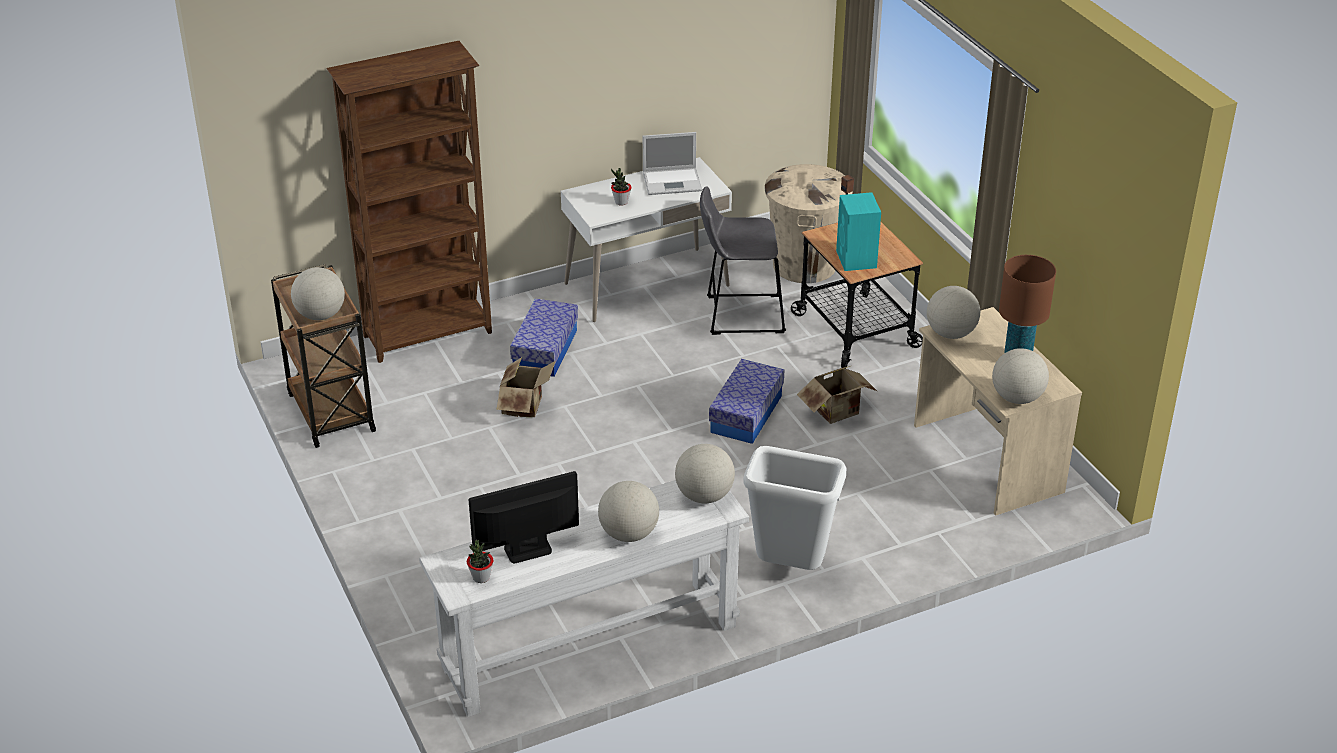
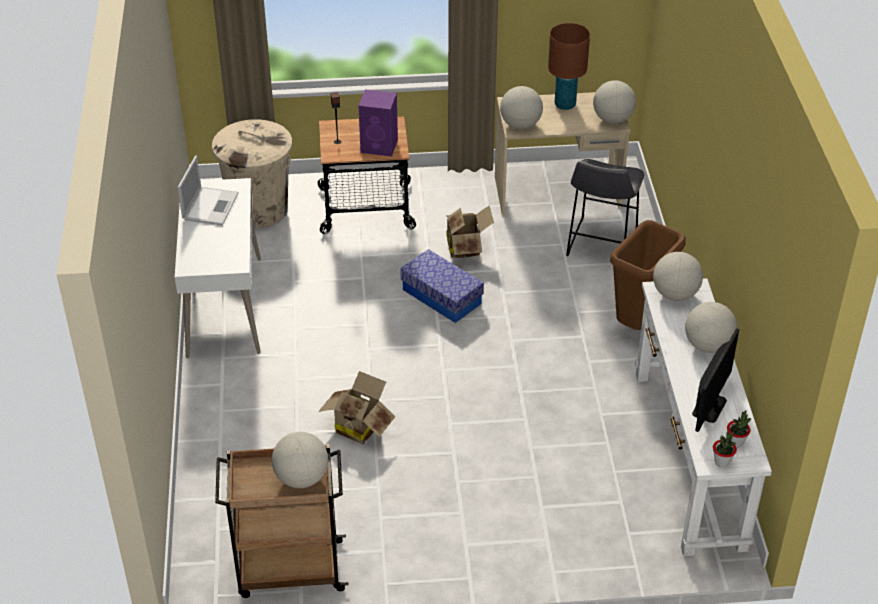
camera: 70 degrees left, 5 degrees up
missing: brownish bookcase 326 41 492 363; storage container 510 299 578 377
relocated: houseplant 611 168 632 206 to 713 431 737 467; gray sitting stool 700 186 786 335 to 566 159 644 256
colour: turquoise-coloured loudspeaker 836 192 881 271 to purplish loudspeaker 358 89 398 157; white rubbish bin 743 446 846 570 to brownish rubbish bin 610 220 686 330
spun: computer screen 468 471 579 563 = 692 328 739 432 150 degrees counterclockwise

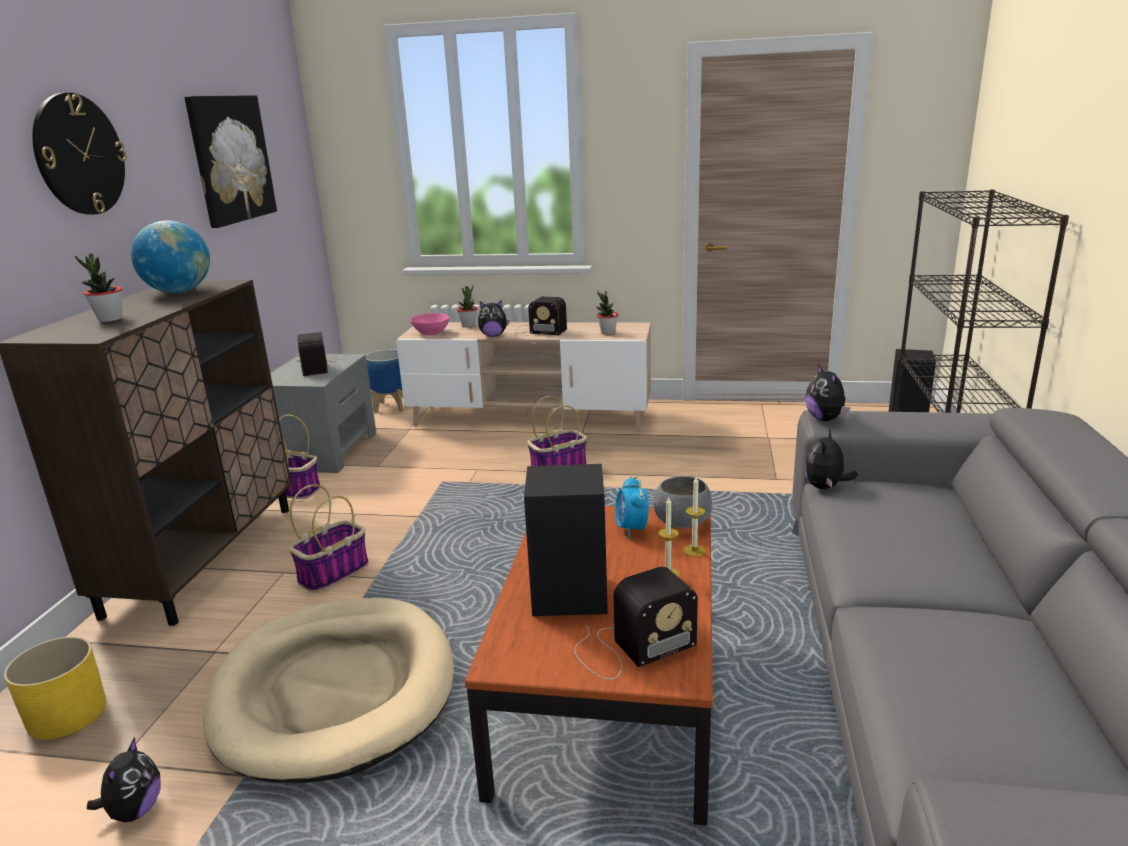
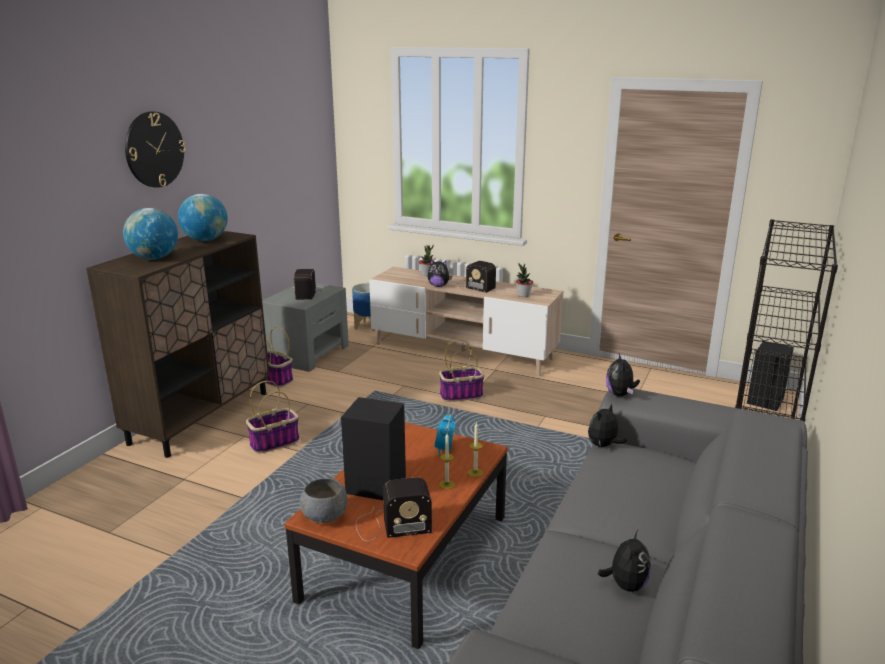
camera: 15 degrees right, 0 degrees up
missing: wall art 184 95 277 228; pink deep dish 410 313 449 335; beige dog bed 203 598 454 783; yellow plant pot 4 637 106 740
relocated: gray deep dish 654 476 712 528 to 299 478 347 523; plush toy 87 737 160 822 to 598 530 651 592
exchanged: houseplant 75 253 122 322 to desk globe 123 208 178 260

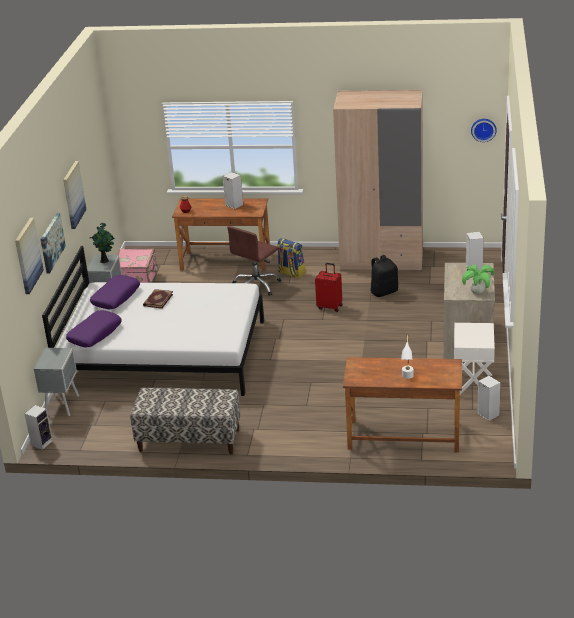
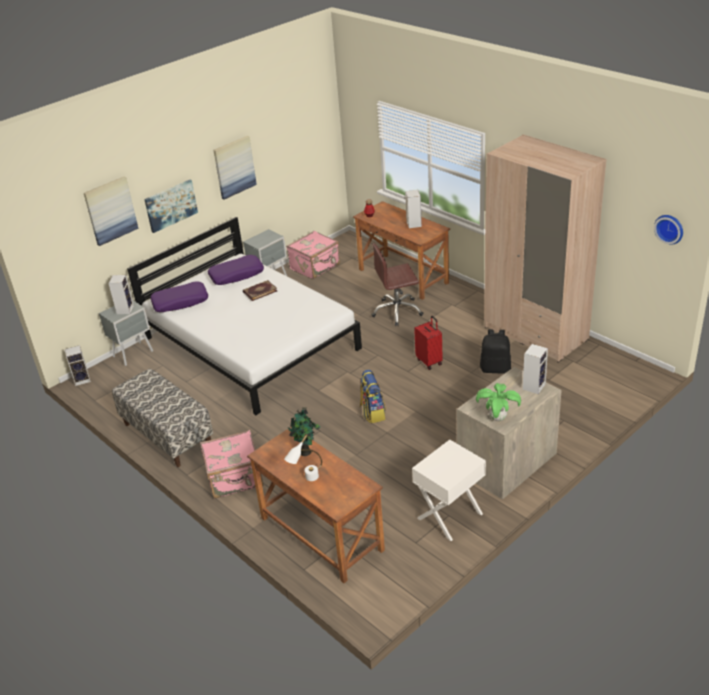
camera: 40 degrees right, 5 degrees up
appeared: pink piece of luggage 200 430 263 499
relocated: houseplant 90 223 115 263 to 288 408 320 456; backpack 277 238 305 278 to 360 370 386 423; loudspeaker 477 376 501 421 to 108 275 134 314

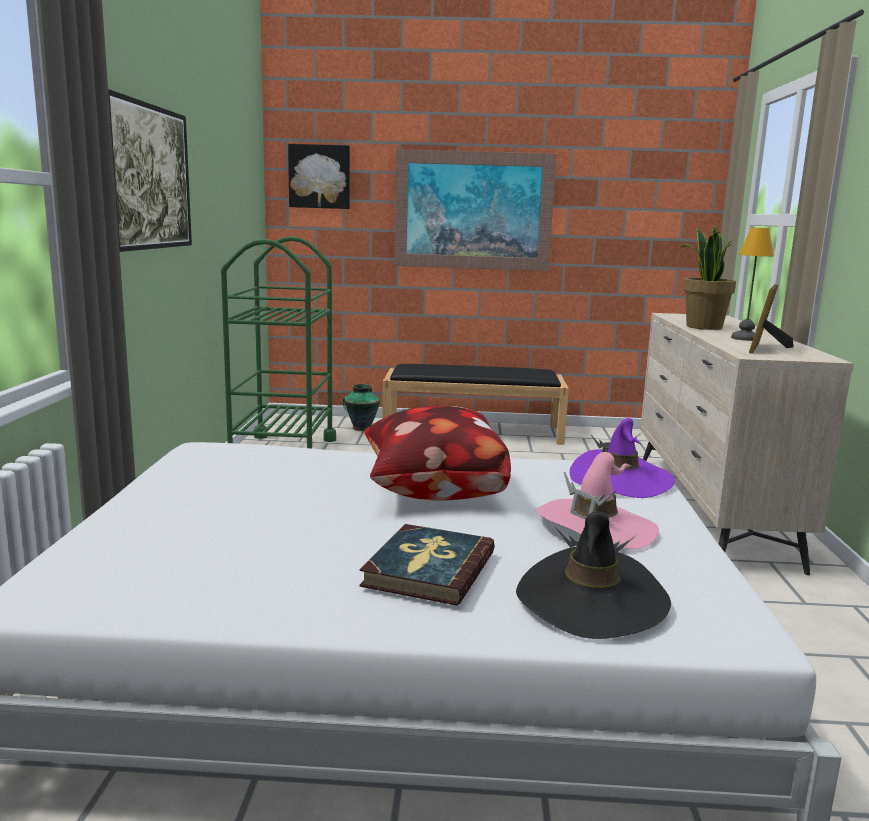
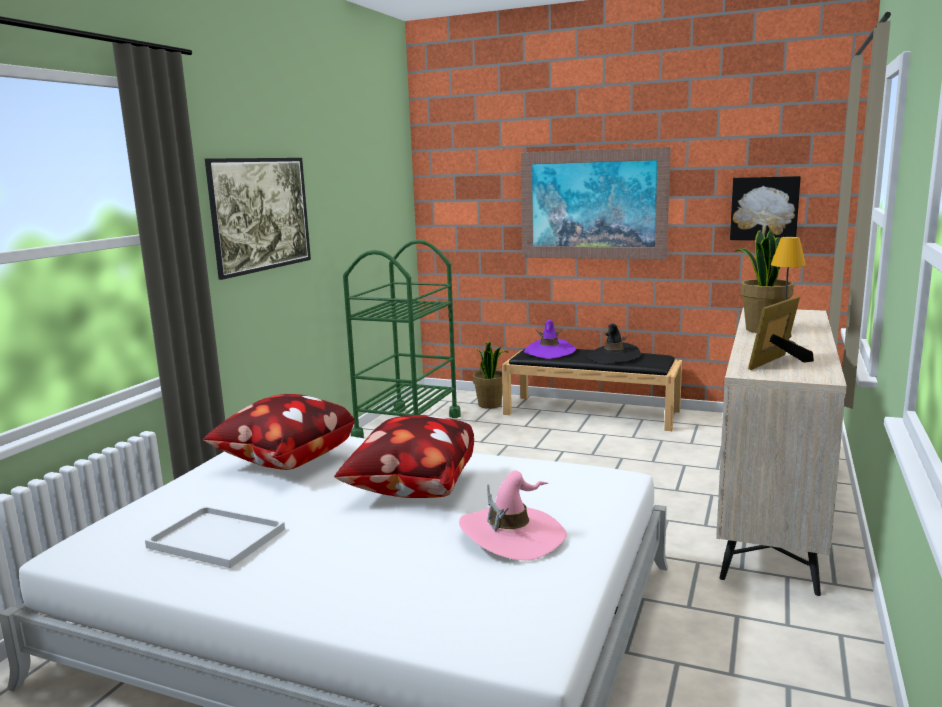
camera: 20 degrees right, 0 degrees up
missing: bound book 359 524 495 606
appeared: pillow 203 394 355 470; white carrying tray 145 506 285 568
relocated: wall art 288 144 350 209 to 730 176 801 240; purplish clothing hat 570 418 675 498 to 524 320 576 359; black-coloured clothing hat 516 511 671 639 to 586 323 641 363
exchanged: flower vase 342 384 380 431 to houseplant 473 342 509 409

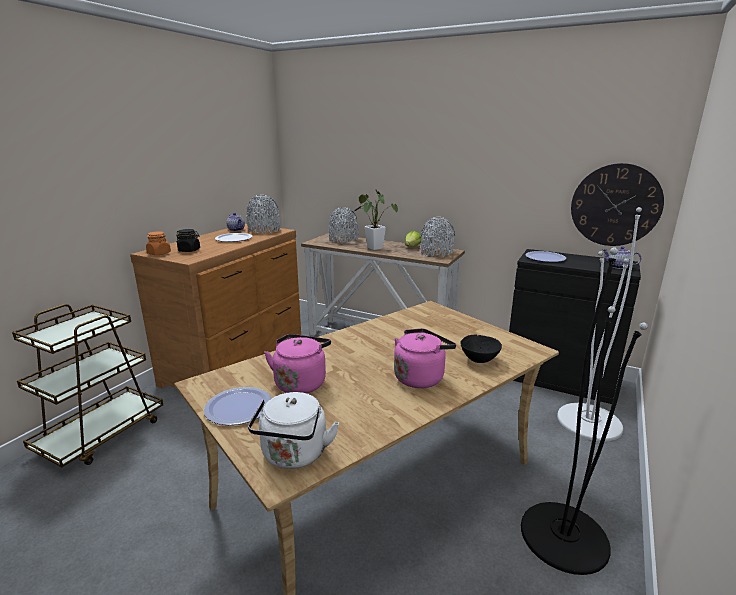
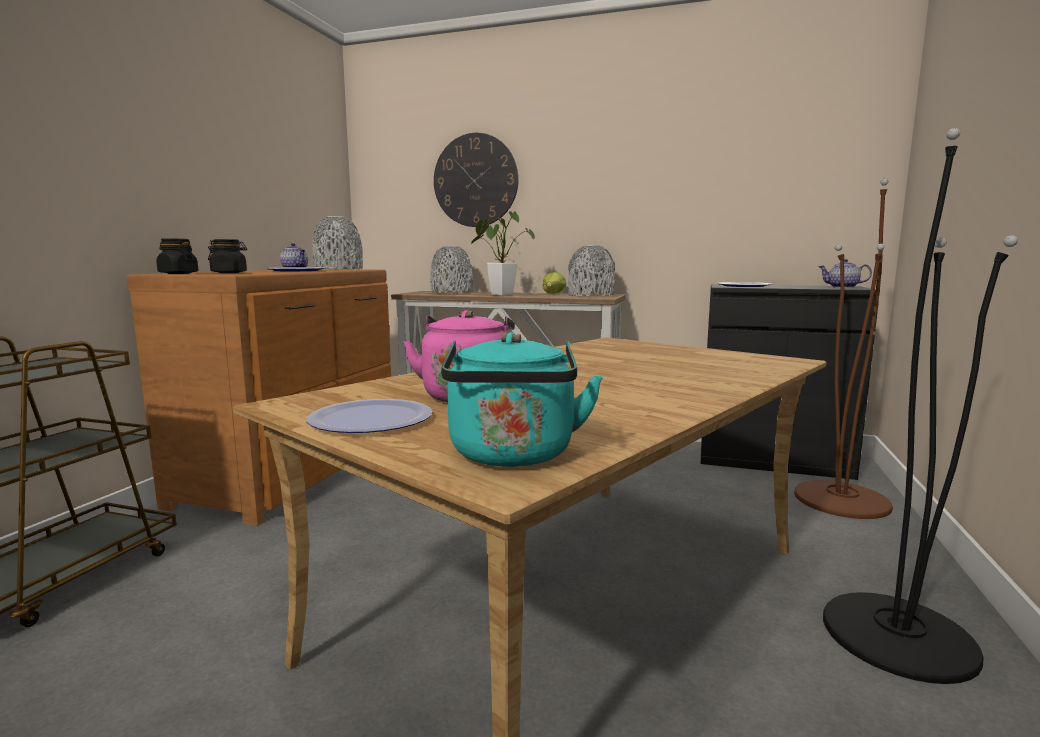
camera: 10 degrees left, 10 degrees down
missing: pink water kettle 394 328 456 388; black-coloured deep dish 460 334 502 363
relocated: hanging clock 571 163 664 246 to 434 133 519 227
colour: white standard lamp 557 207 642 441 to brownish standard lamp 794 178 893 519; orange preserve jar 146 231 171 255 to black-coloured preserve jar 156 239 198 274; white water kettle 248 392 339 469 to turquoise-coloured water kettle 441 332 603 467

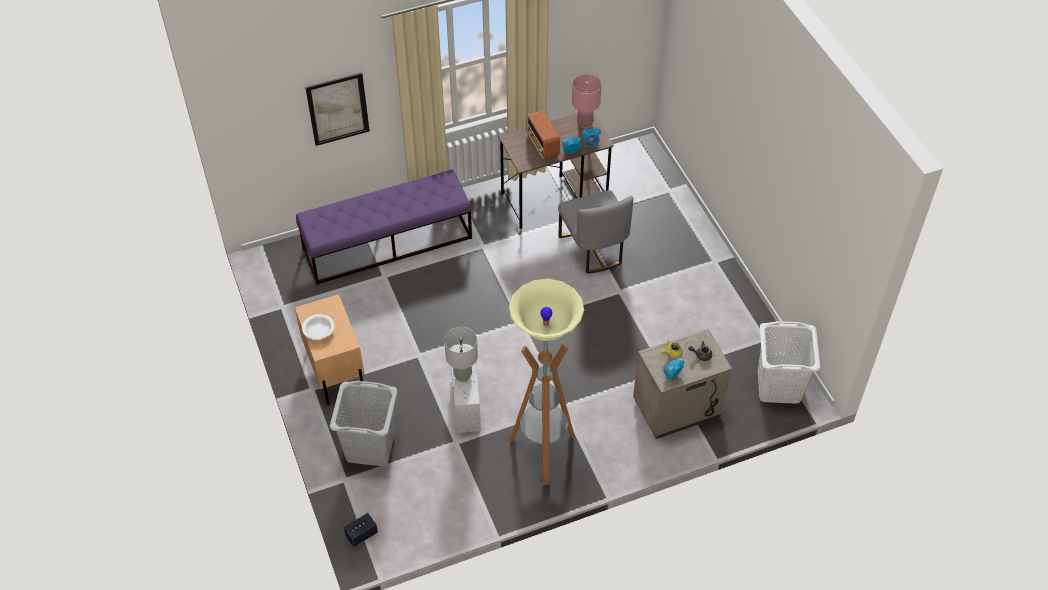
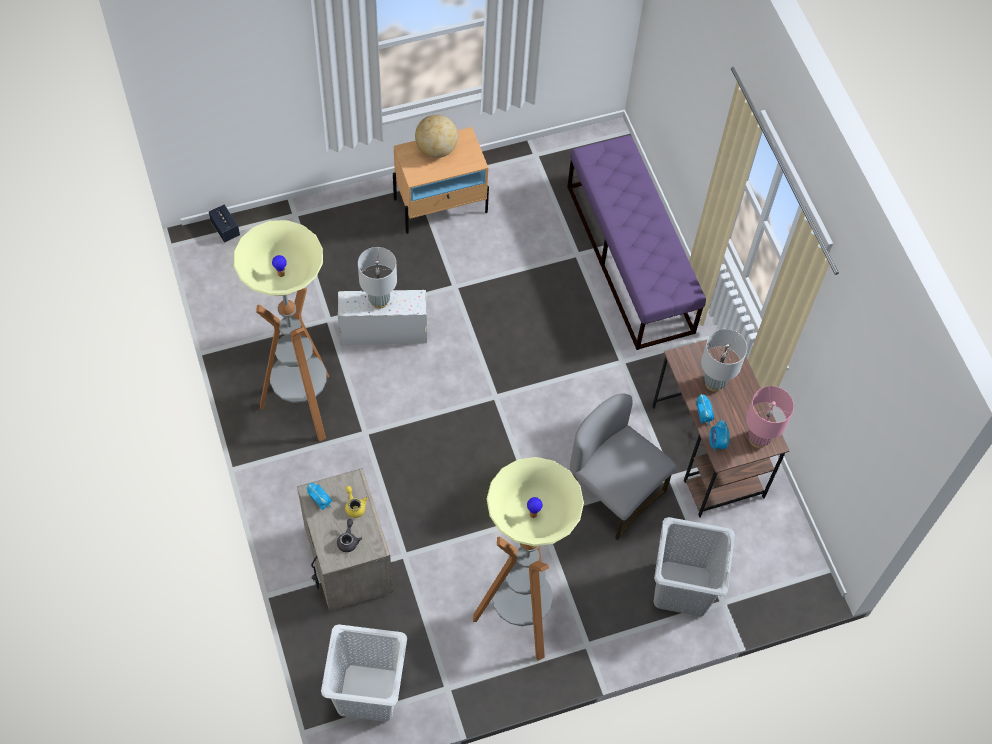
camera: 90 degrees right, 10 degrees up
missing: wall art 305 73 370 146
appeared: standard lamp 473 457 584 661
relocated: gray laundry basket 330 381 397 466 to 653 517 735 616
exchanged: radio receiver 527 111 560 160 to gray tabletop lamp 701 329 747 392; white deep dish 302 314 334 340 to desk globe 415 114 458 158
spun: gray plain chair 558 190 634 273 = 570 394 677 540 60 degrees clockwise

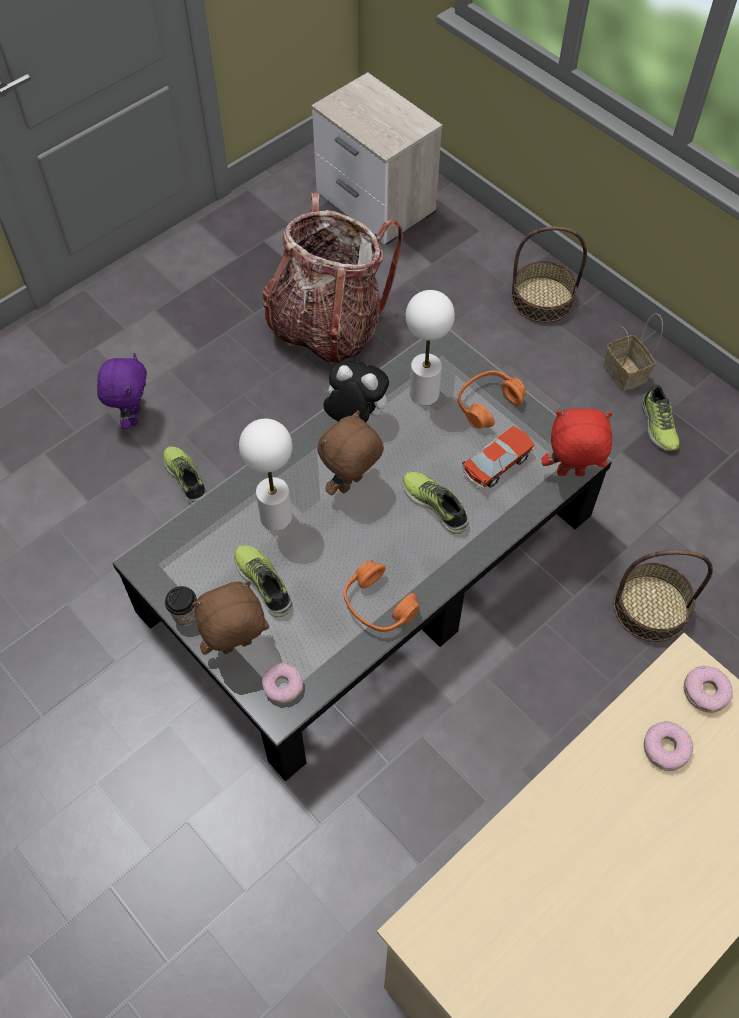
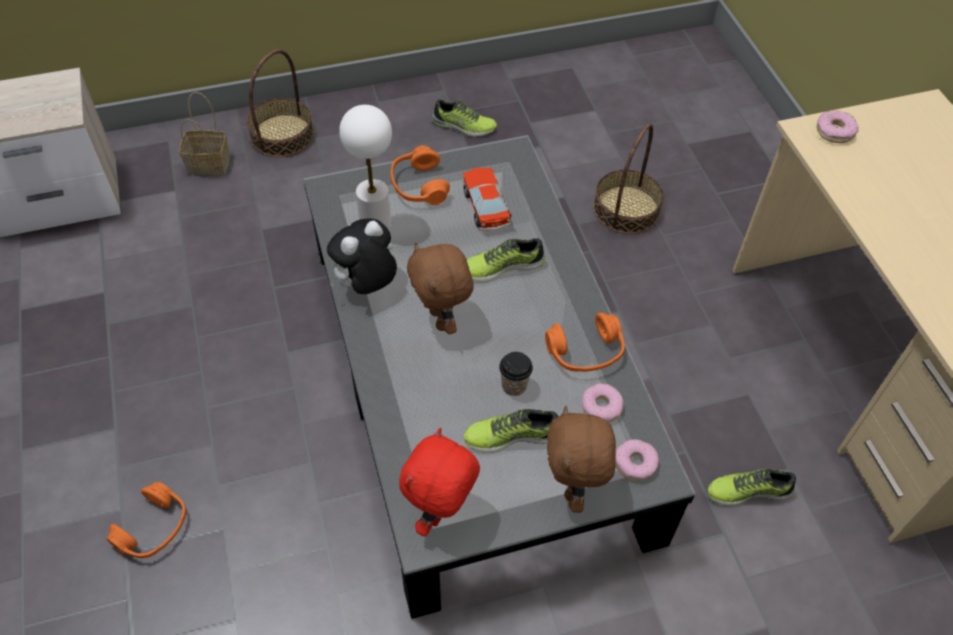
camera: 65 degrees left, 5 degrees down
missing: backpack 263 192 403 364; white tabletop lamp 239 419 292 531
relocated: storage basket 603 313 663 391 to 180 92 230 175; red plush toy 542 408 612 476 to 399 428 480 537; item of footwear 163 446 207 504 to 708 469 796 506; small cup 165 586 197 626 to 499 352 533 396; doughnut 644 721 693 771 to 582 384 624 422
exchanged: purplish plush toy 97 353 147 429 to orange headset 107 482 186 558

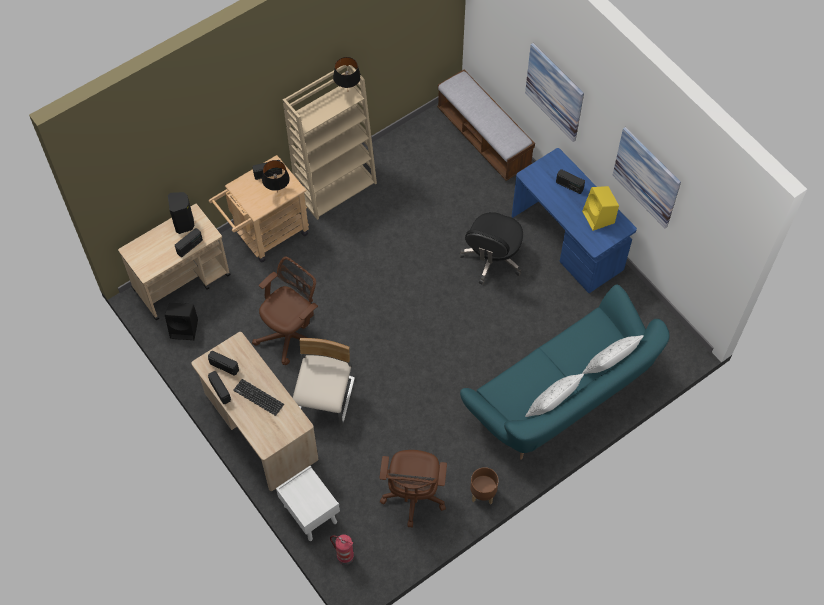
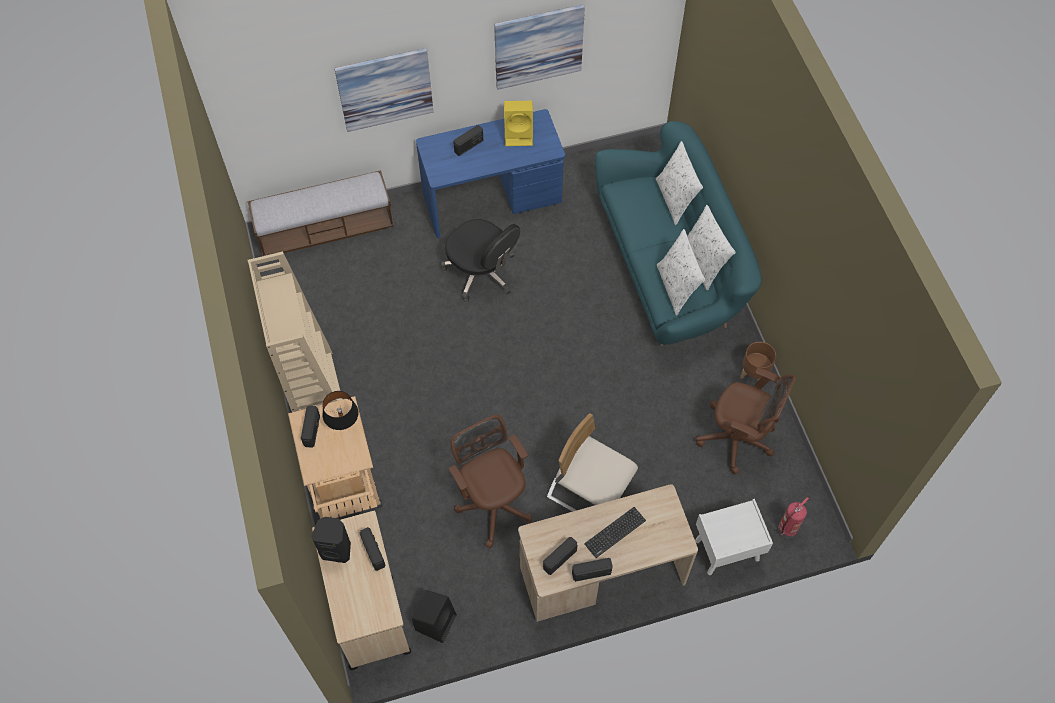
camera: 70 degrees left, 0 degrees up
missing: black-coloured tabletop lamp 333 57 361 88
appeared: white pillow 657 229 705 316

